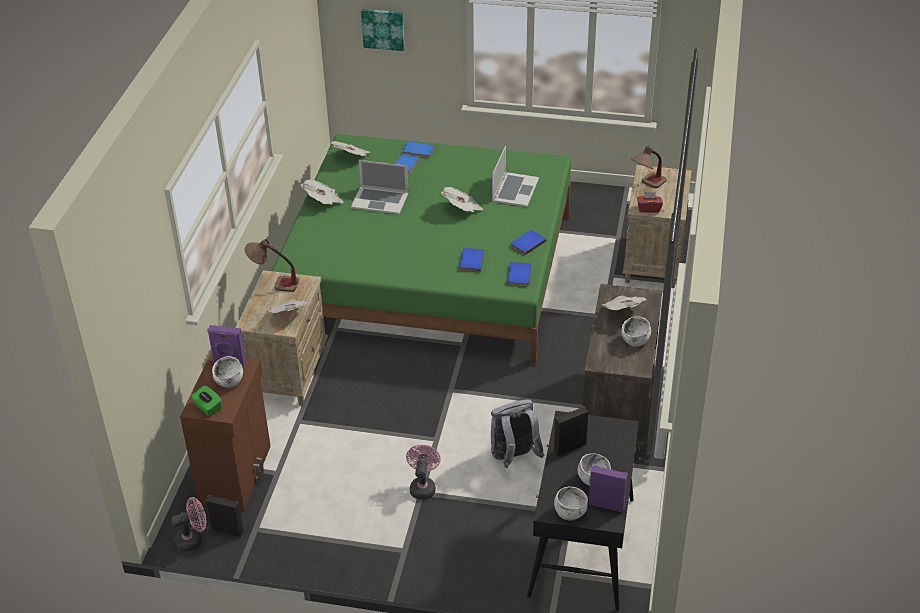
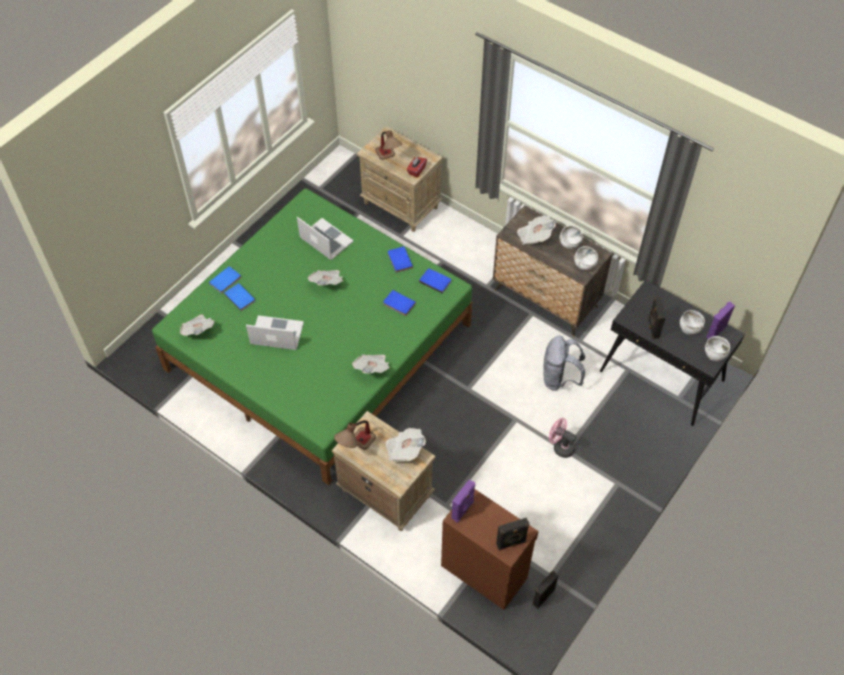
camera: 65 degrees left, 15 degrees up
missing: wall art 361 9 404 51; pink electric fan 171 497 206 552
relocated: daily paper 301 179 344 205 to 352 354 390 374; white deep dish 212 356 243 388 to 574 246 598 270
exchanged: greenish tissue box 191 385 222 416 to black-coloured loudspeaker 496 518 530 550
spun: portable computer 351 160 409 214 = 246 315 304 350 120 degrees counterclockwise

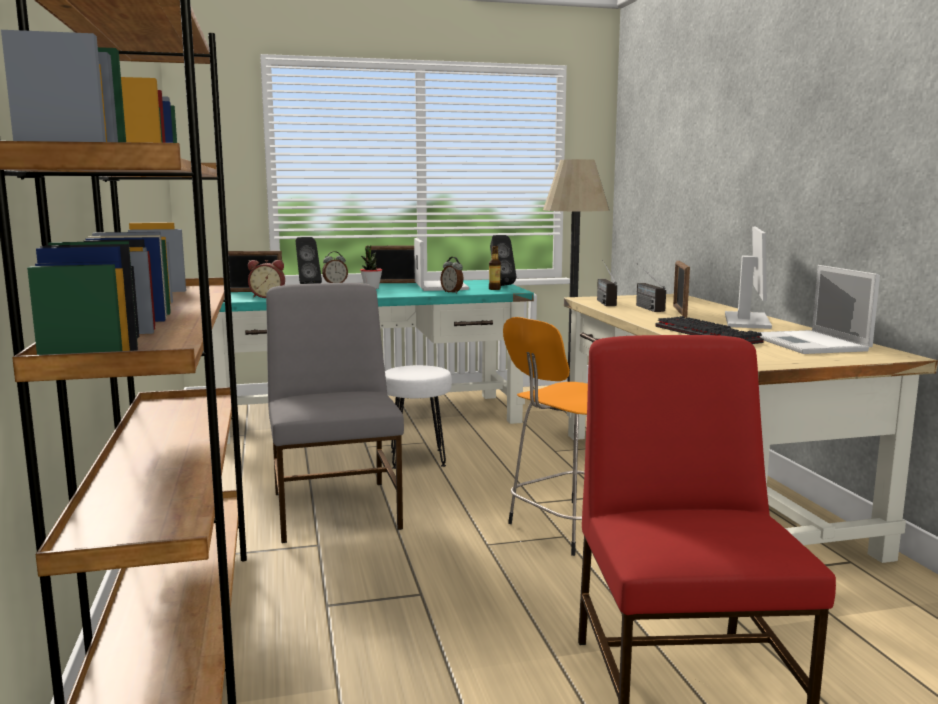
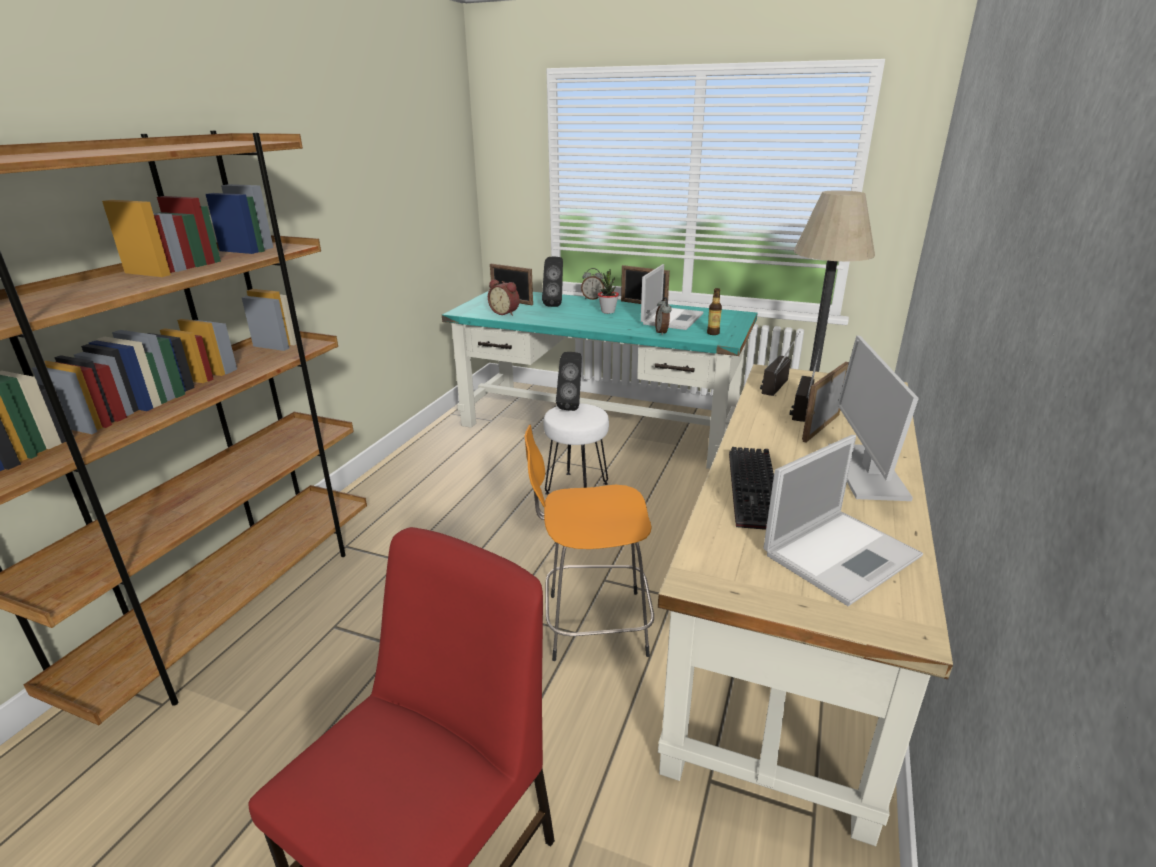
camera: 35 degrees right, 15 degrees up
missing: gray plain chair 266 283 404 543
relocated: black-coloured loudspeaker 490 235 516 286 to 556 352 582 411
spun: computer screen 725 226 772 329 = 829 335 919 501 135 degrees clockwise; portable computer 757 265 880 354 = 763 435 923 606 150 degrees counterclockwise

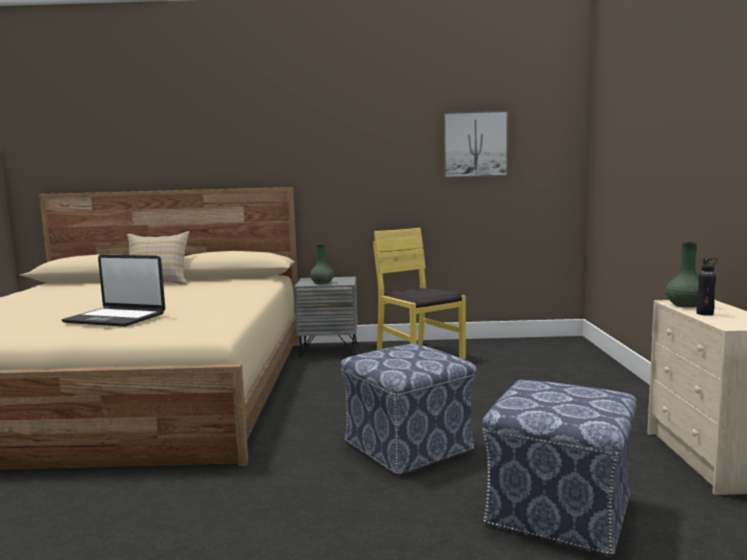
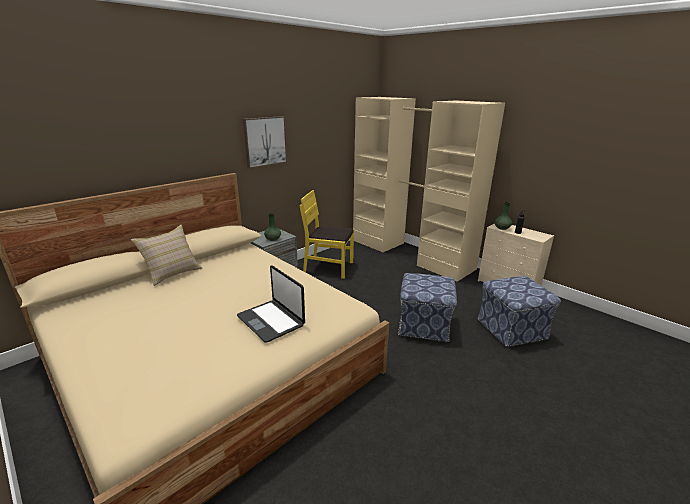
camera: 45 degrees left, 15 degrees up
appeared: beige wardrobe 353 97 505 282
relocated: wall art 443 110 509 178 to 243 116 287 168
spun: portable computer 62 255 165 327 = 237 266 305 343 75 degrees clockwise

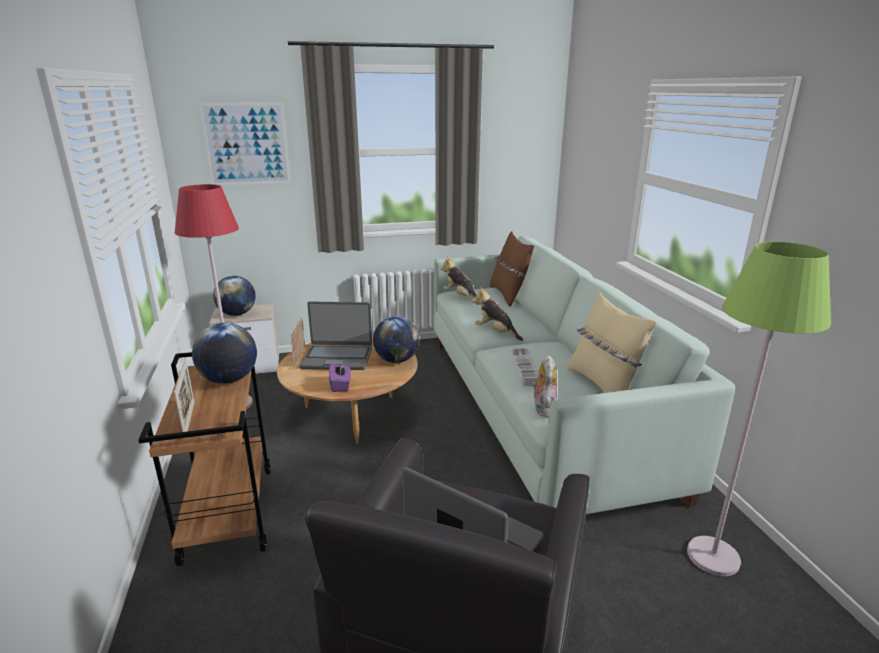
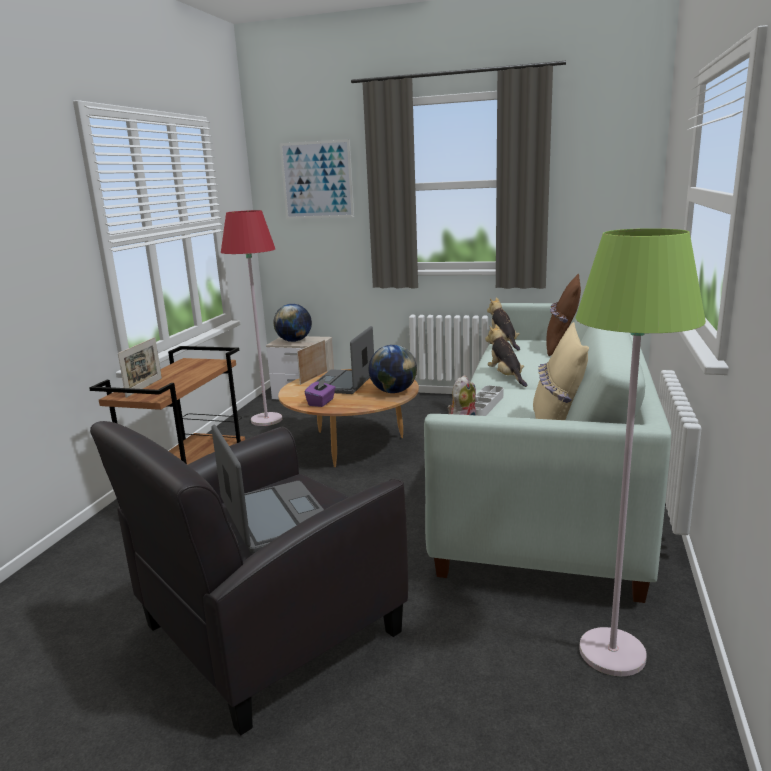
camera: 30 degrees right, 5 degrees down
missing: desk globe 192 323 257 384
spun: portable computer 300 301 372 370 = 316 326 374 394 75 degrees clockwise

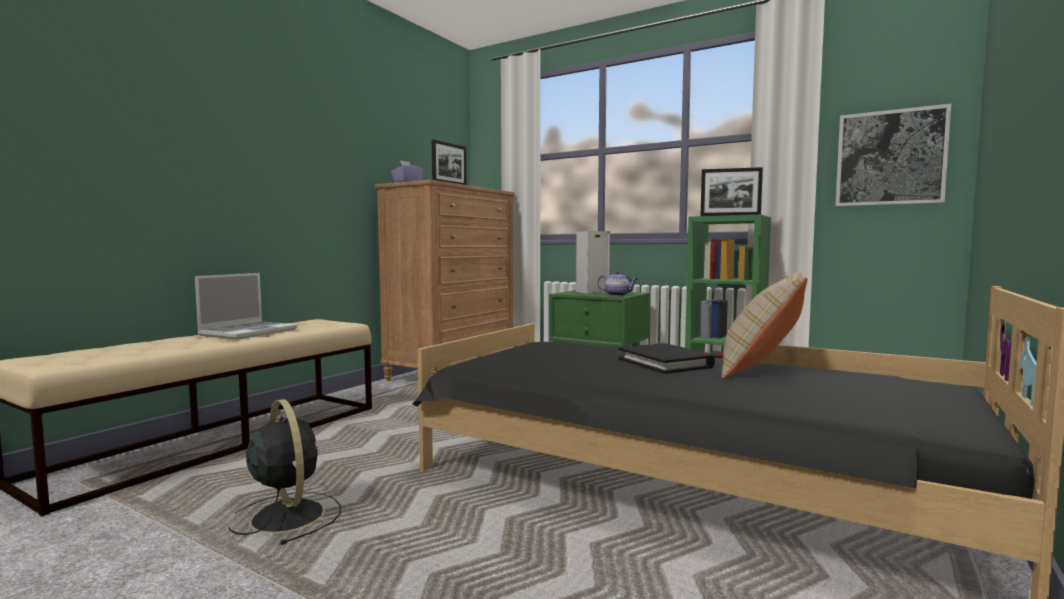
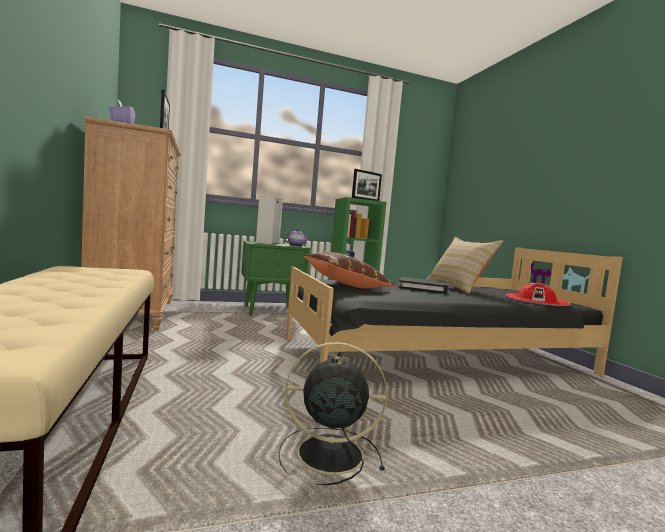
camera: 50 degrees left, 0 degrees up
missing: wall art 836 104 951 206; portable computer 195 273 298 339
appeared: brownish pillow 304 252 395 289; red clothing hat 505 283 571 306

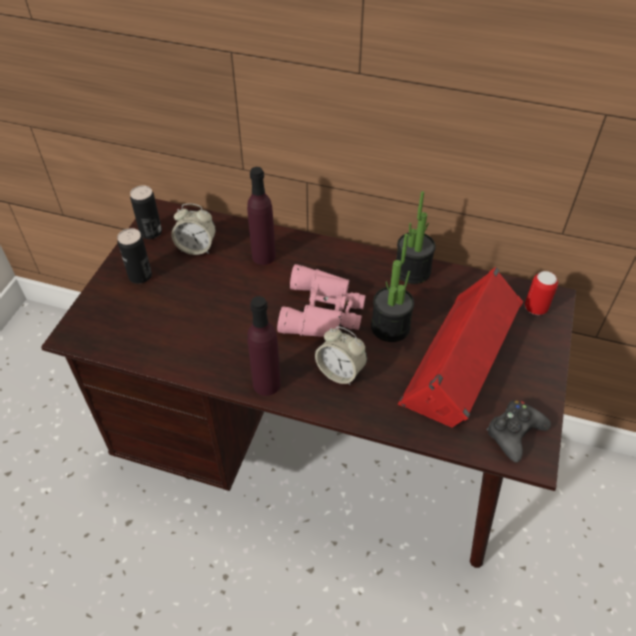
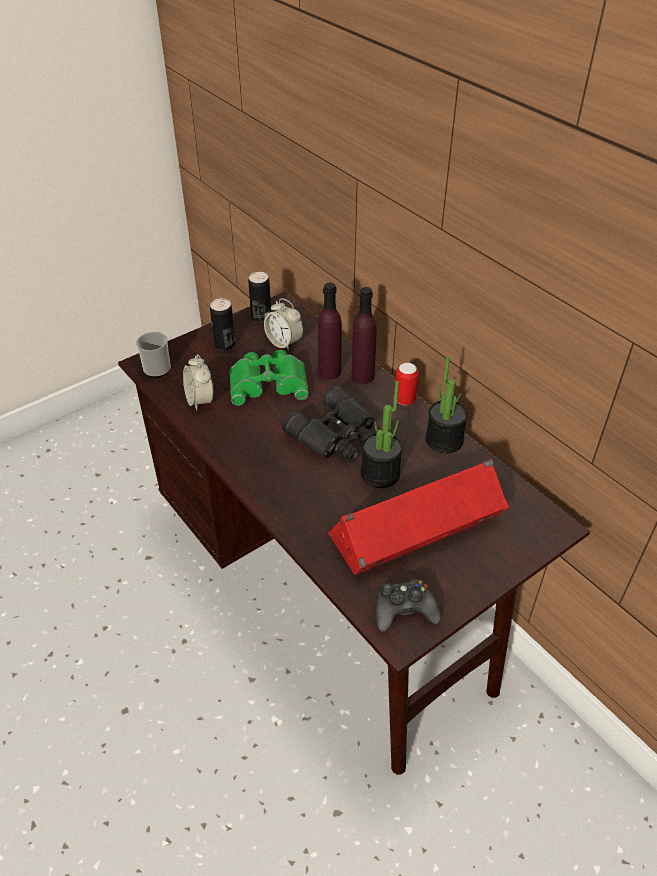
camera: 35 degrees right, 5 degrees down
appeared: tea mug 136 331 171 378; greenish pair of binoculars 229 350 309 406
relocated: sealed can 525 271 558 315 to 395 363 419 405; purplish beverage bottle 247 296 281 396 to 351 287 377 384; bedside clock 315 326 367 385 to 183 354 214 411
colour: pink pair of binoculars 277 264 366 337 to black-coloured pair of binoculars 282 385 375 462

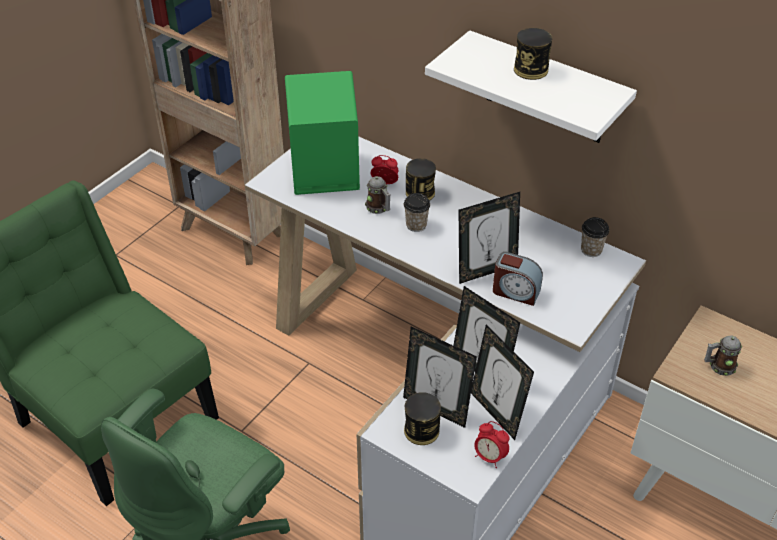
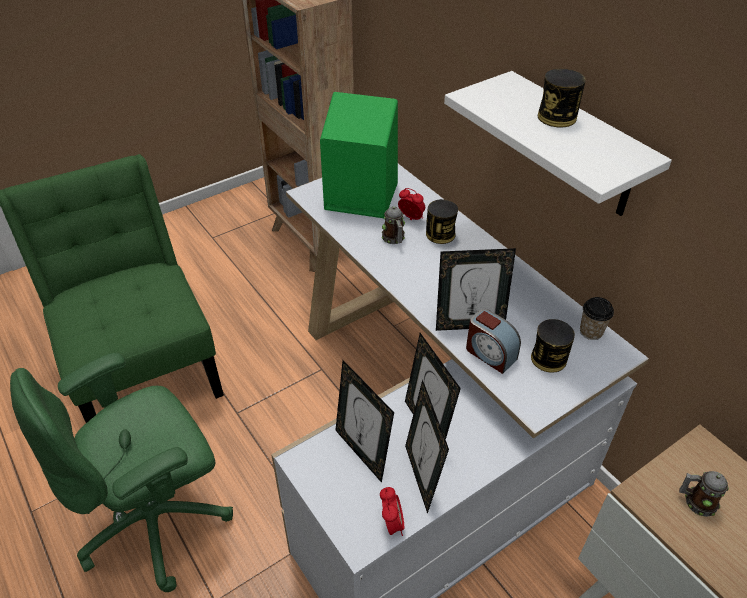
camera: 20 degrees right, 0 degrees up
missing: small cup 404 193 430 232
relocated: sealed can 404 392 441 445 to 531 319 575 373
spun: bedside clock 474 421 510 468 = 380 487 404 536 150 degrees counterclockwise

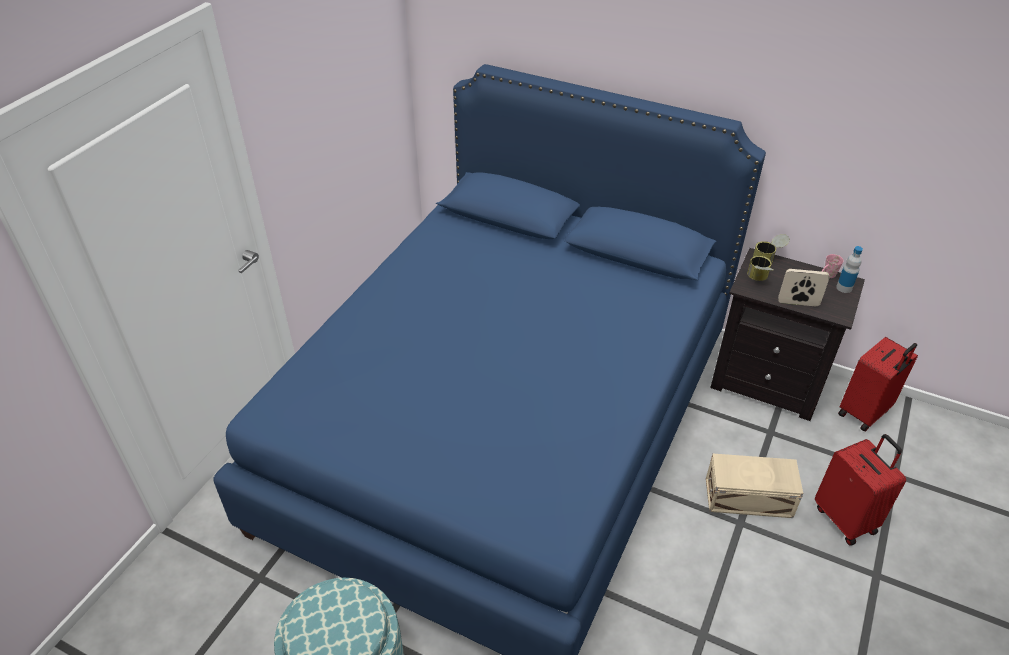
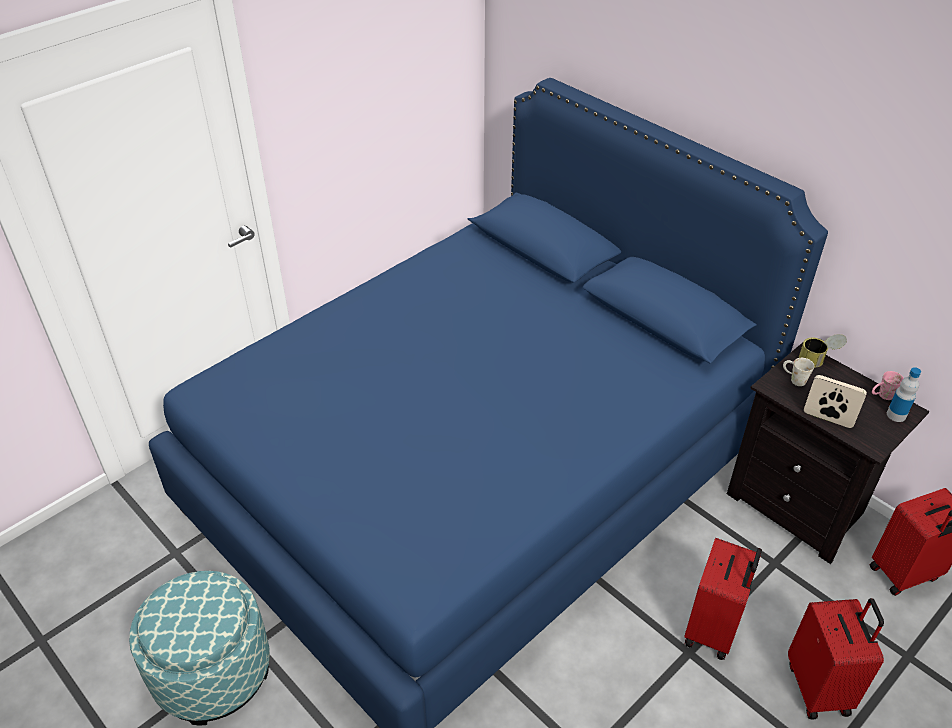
camera: 20 degrees right, 0 degrees up
exchanged: sealed can 747 256 773 281 to white tea mug 783 358 814 386; beige storage container 706 454 803 518 to red piece of luggage 684 538 762 660

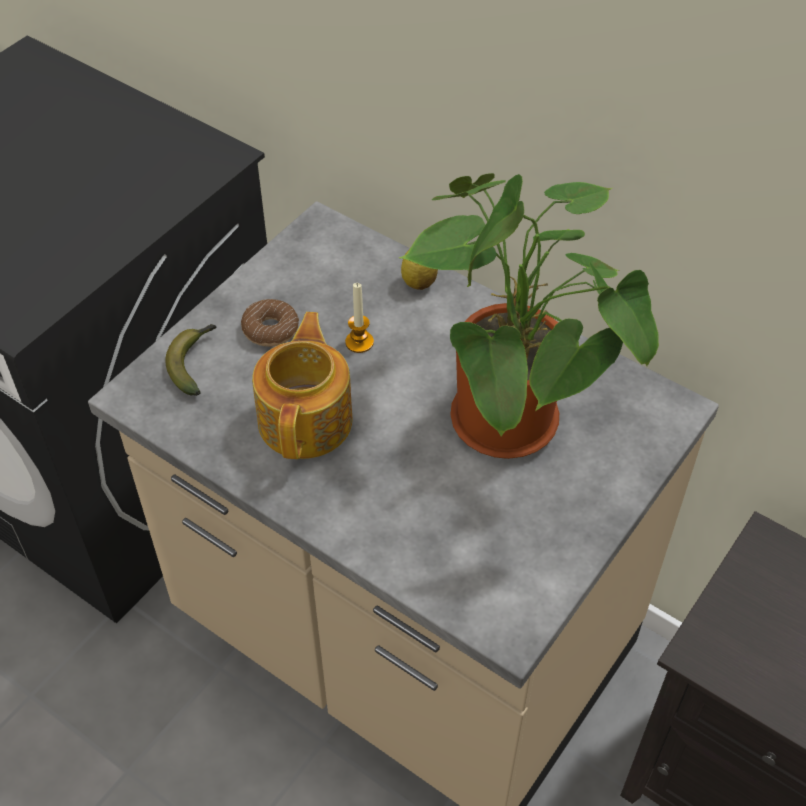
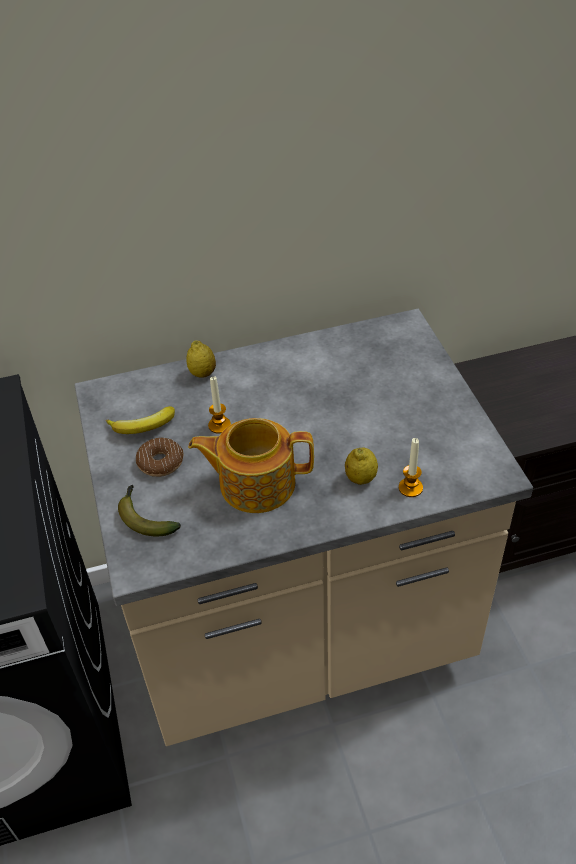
camera: 50 degrees left, 5 degrees down
missing: houseplant 399 173 659 459
appeared: whole banana 106 406 175 434; wax light 399 438 423 497; whole lemon 345 447 378 485
spun: teapot 252 312 353 459 = 188 418 314 513 45 degrees counterclockwise

